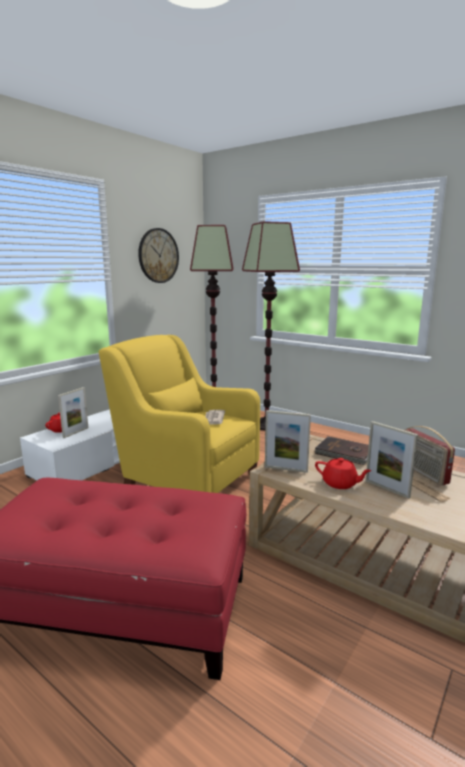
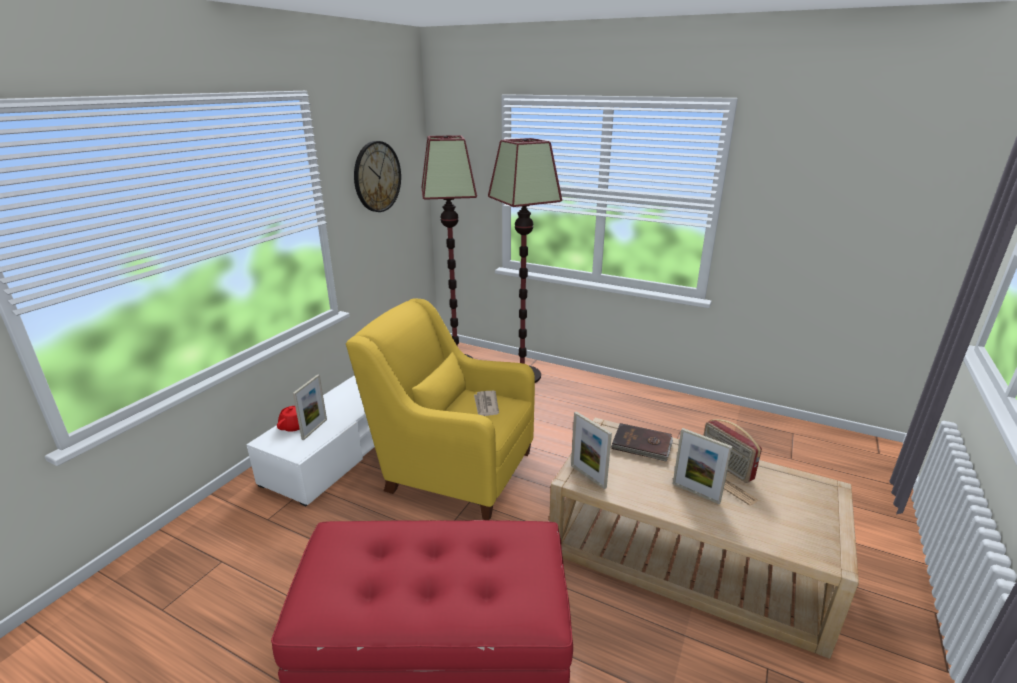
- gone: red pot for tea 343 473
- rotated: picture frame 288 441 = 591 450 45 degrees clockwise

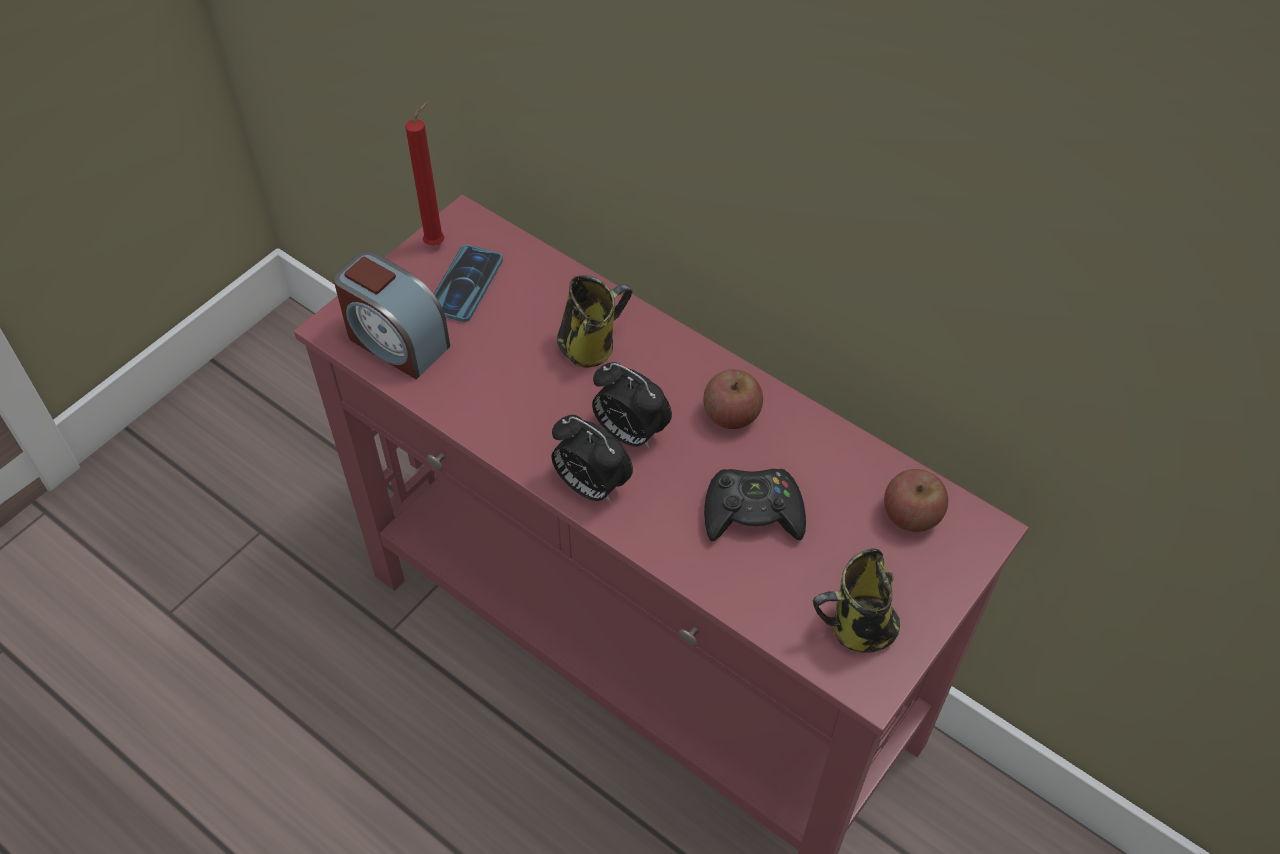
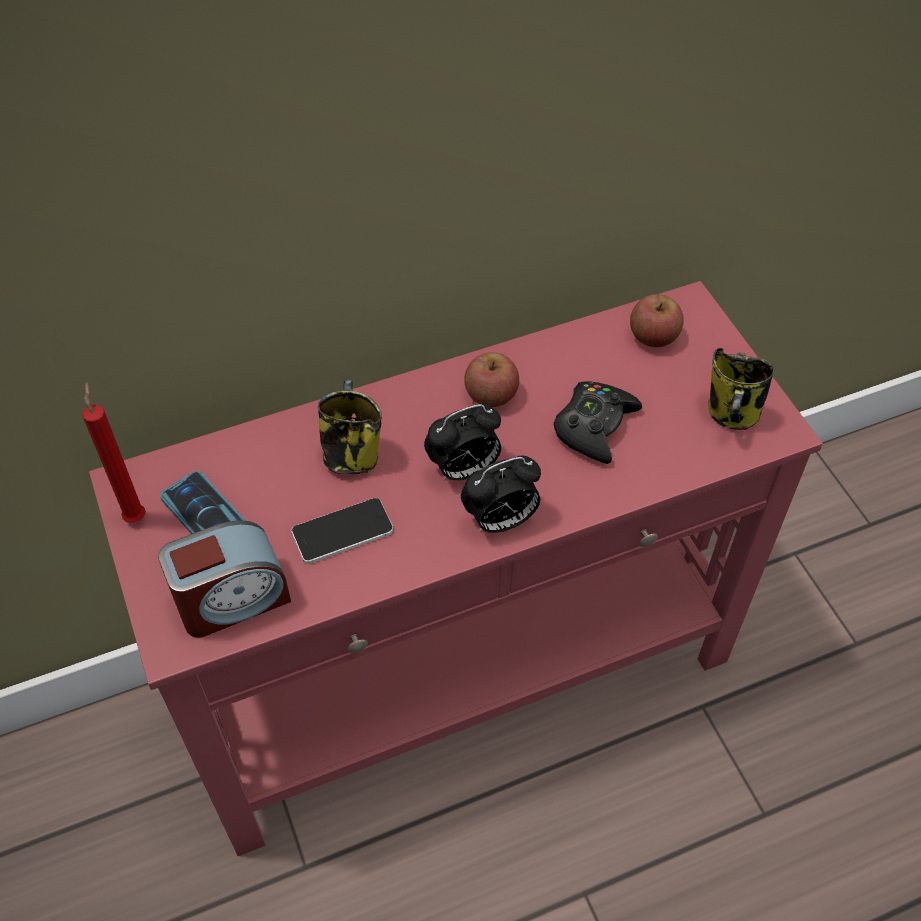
- new: phone 342 531

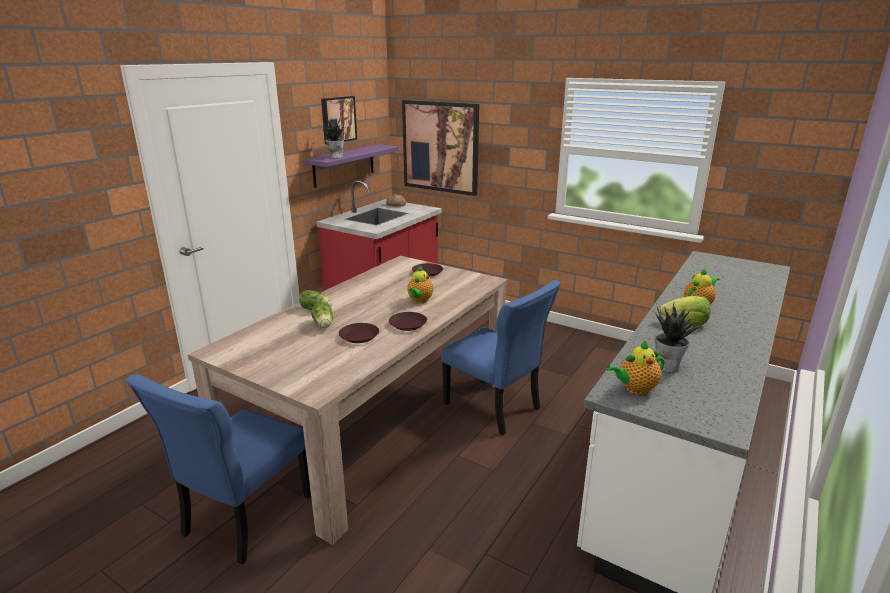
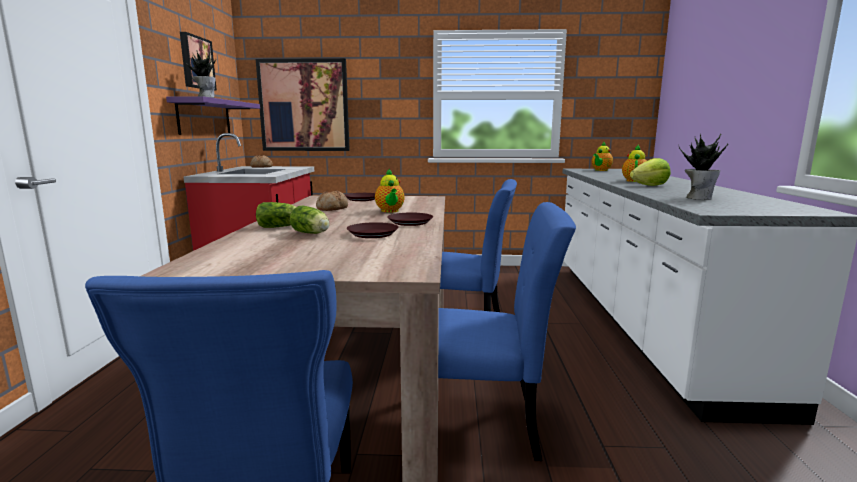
- new: bread 332 201
- new: blue upright chair 507 331
- shifted: pot for tea 635 368 to 602 156

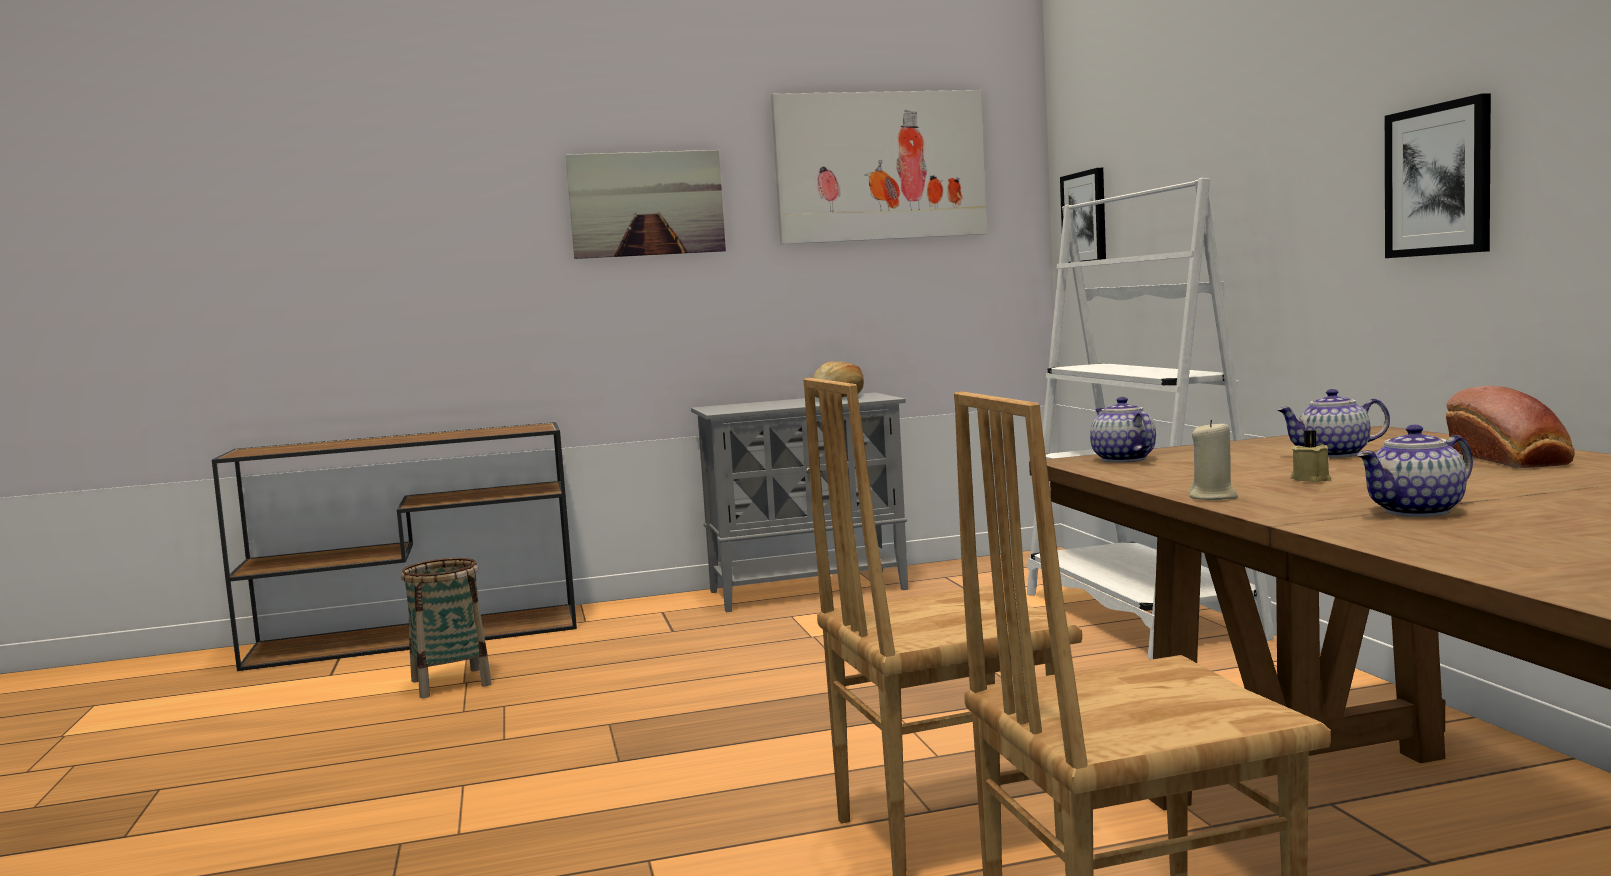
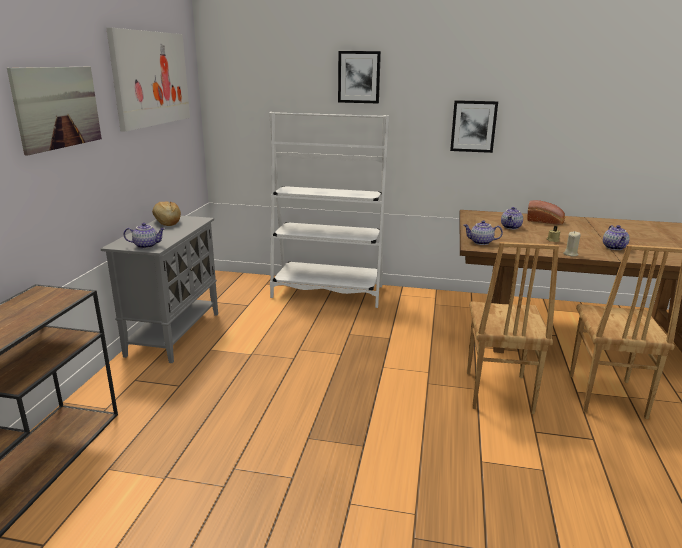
- gone: basket 446 628
- new: pot for tea 145 236
- shifted: picture 1083 215 to 359 77

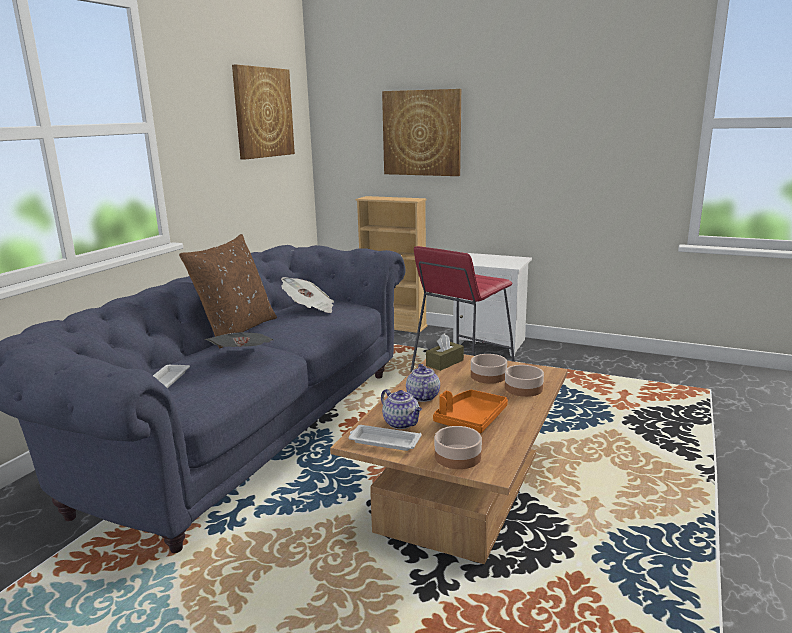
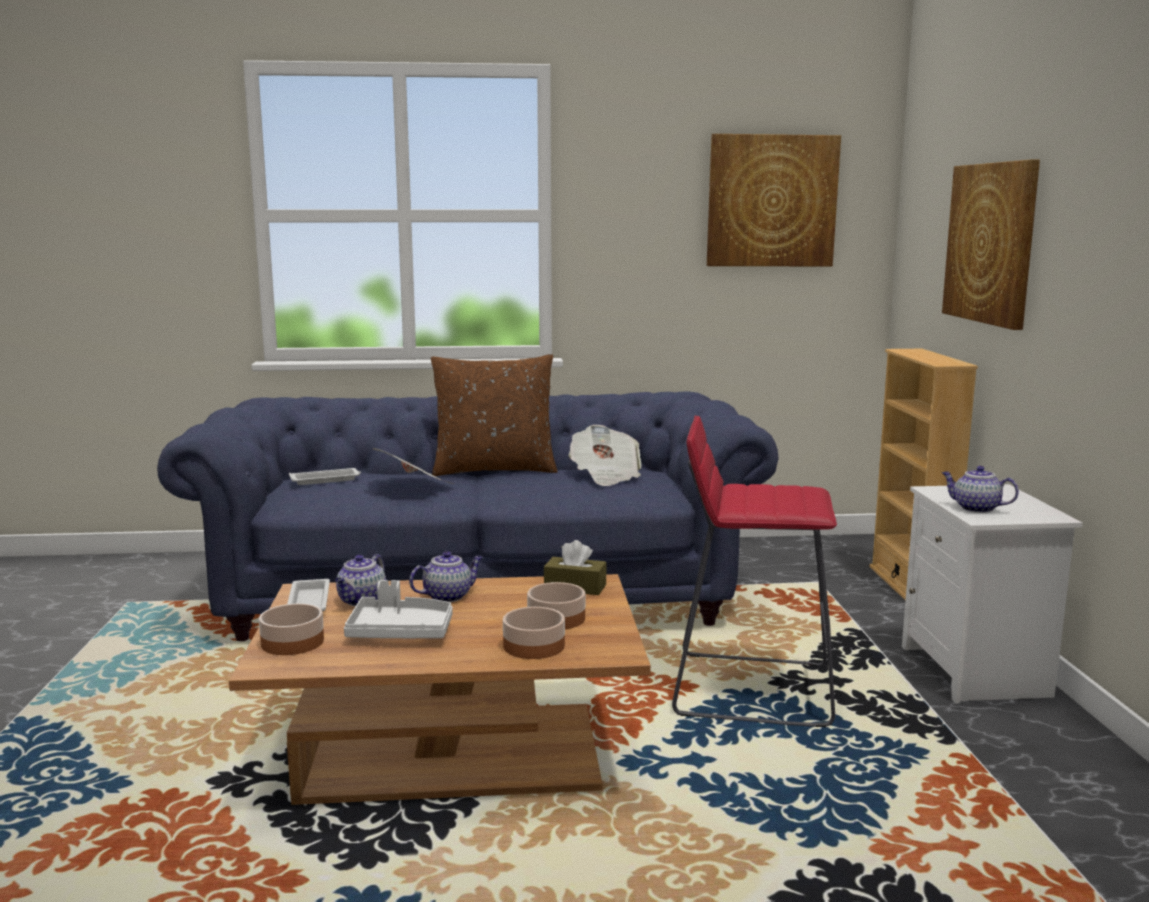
- new: pot for tea 980 489
- repainted: orange-coloured carrying tray 470 411 to white-coloured carrying tray 398 609

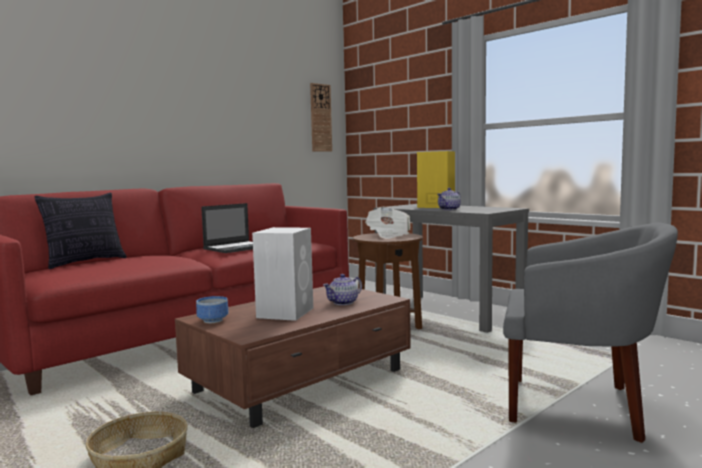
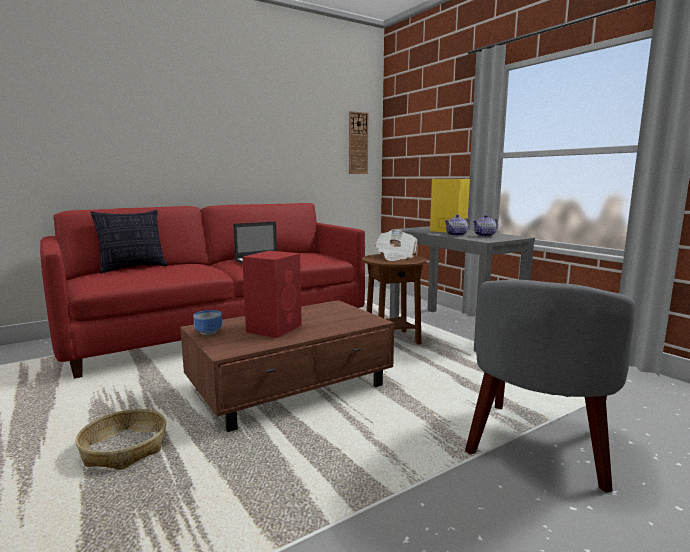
- shifted: pot for tea 342 289 to 485 226
- repainted: white-coloured speaker 282 274 to red speaker 272 294
- rotated: greyish easy chair 590 332 = 550 386 90 degrees clockwise

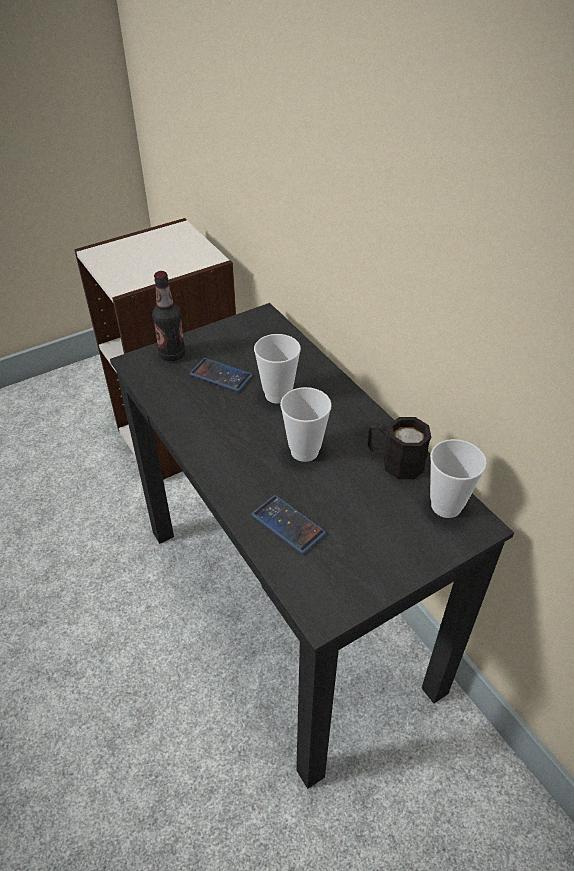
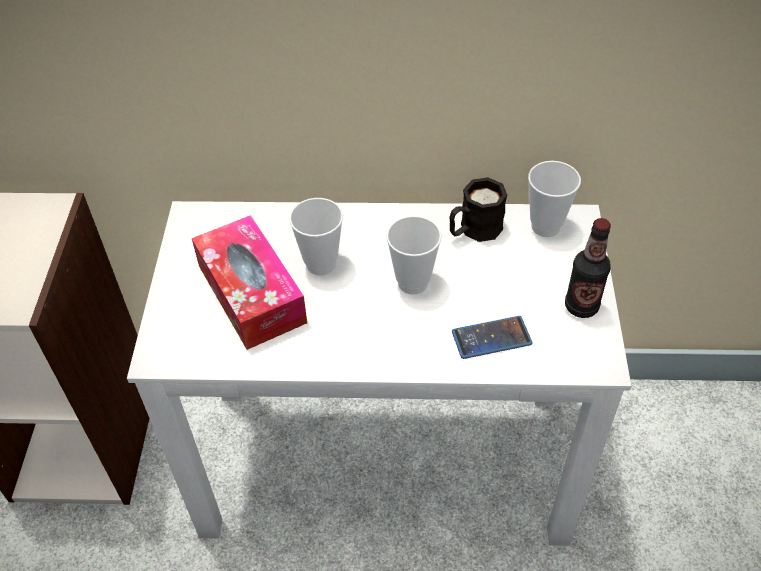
- shifted: beverage bottle 169 316 to 588 268
- swapped: phone 221 375 to tissue box 249 282
- repainted: black desk unit 312 546 to white-coloured desk unit 379 373

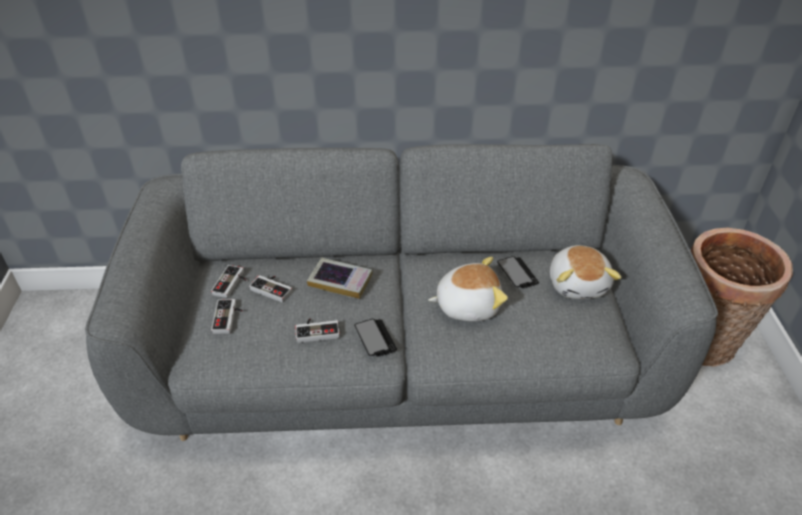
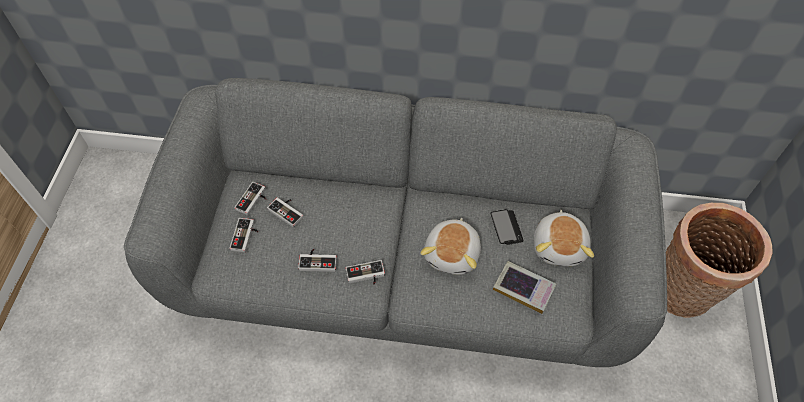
- shifted: volume 340 278 to 524 287
- swapped: phone 375 338 to joypad 365 272
- rotated: plush toy 468 289 = 450 246 105 degrees clockwise

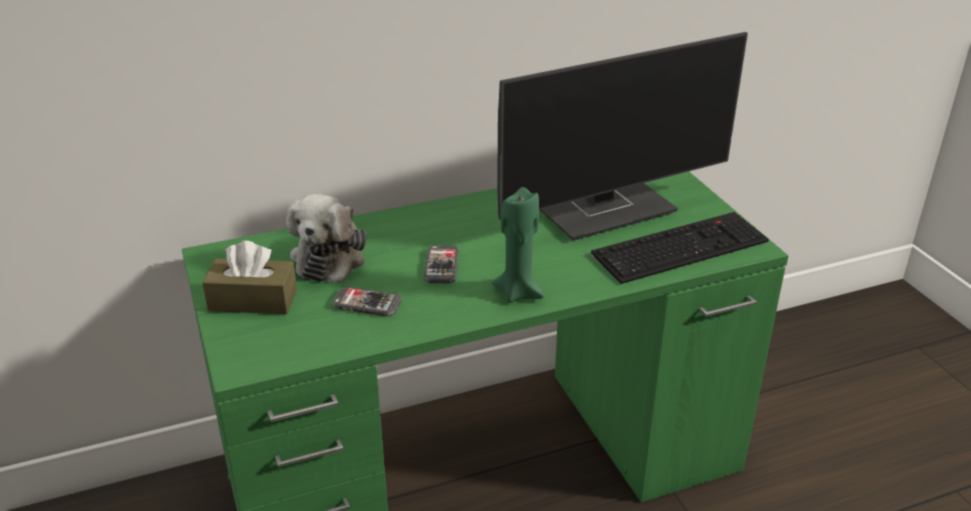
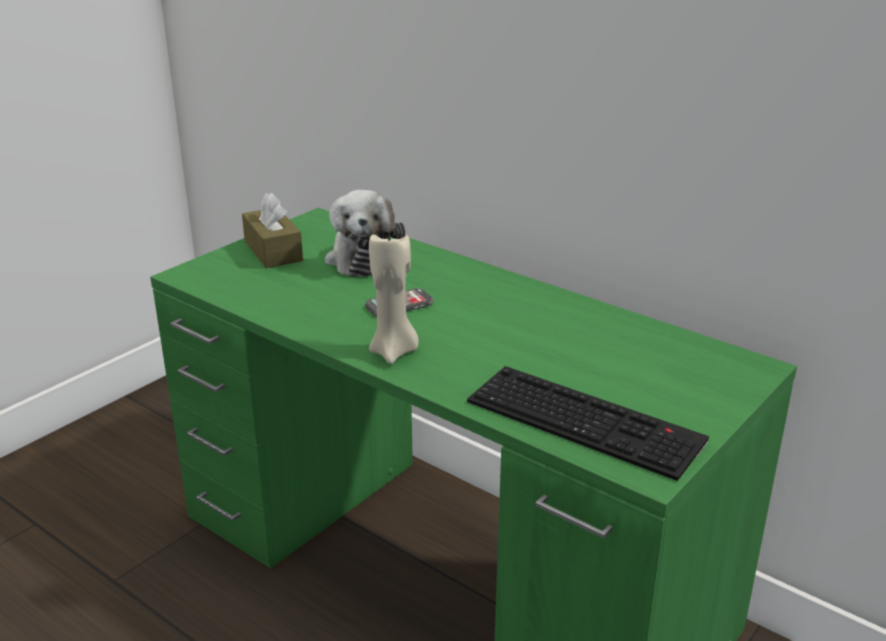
- gone: phone 367 302
- gone: computer screen 622 136
- repainted: green-coloured candle 518 245 to sand-coloured candle 394 298
- rotated: plush toy 326 238 = 365 233 75 degrees counterclockwise

